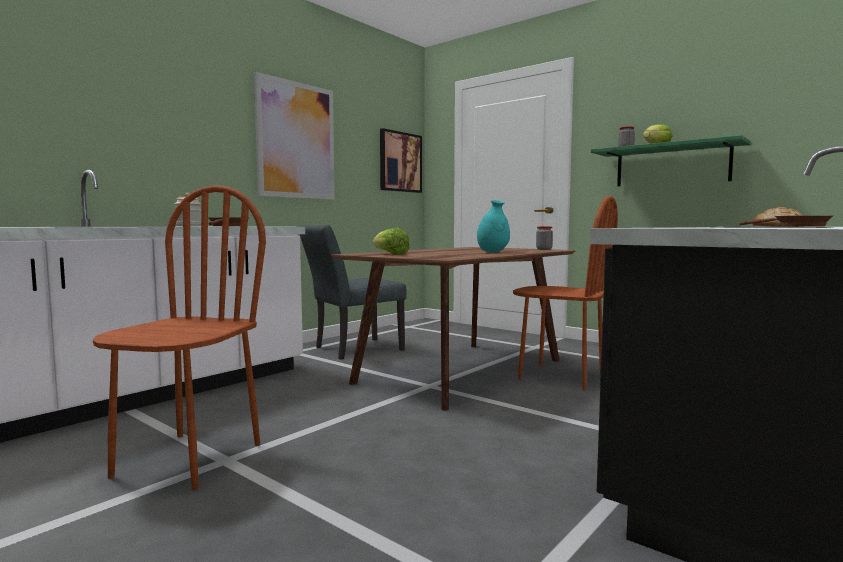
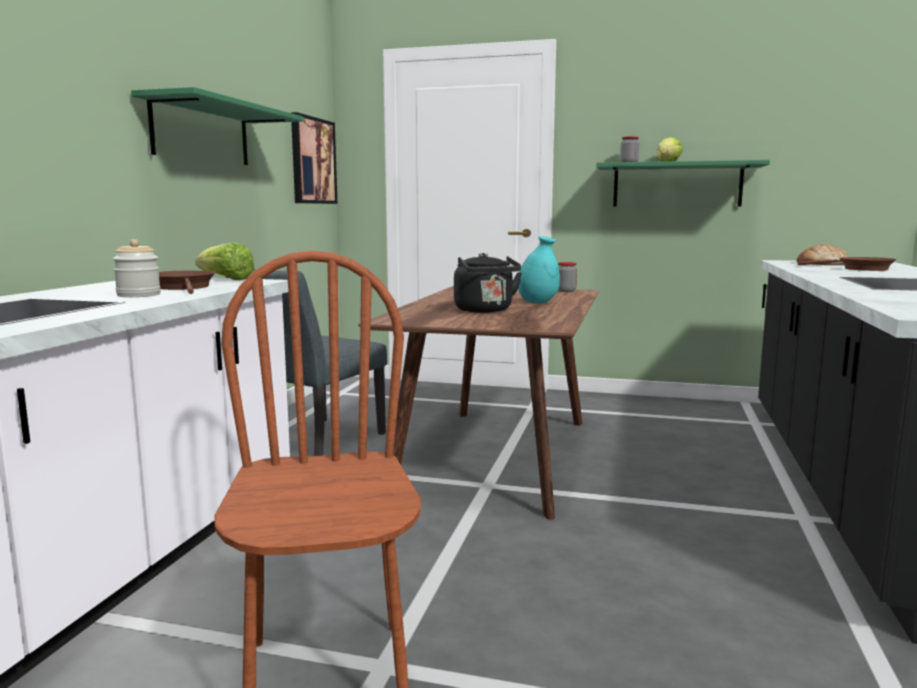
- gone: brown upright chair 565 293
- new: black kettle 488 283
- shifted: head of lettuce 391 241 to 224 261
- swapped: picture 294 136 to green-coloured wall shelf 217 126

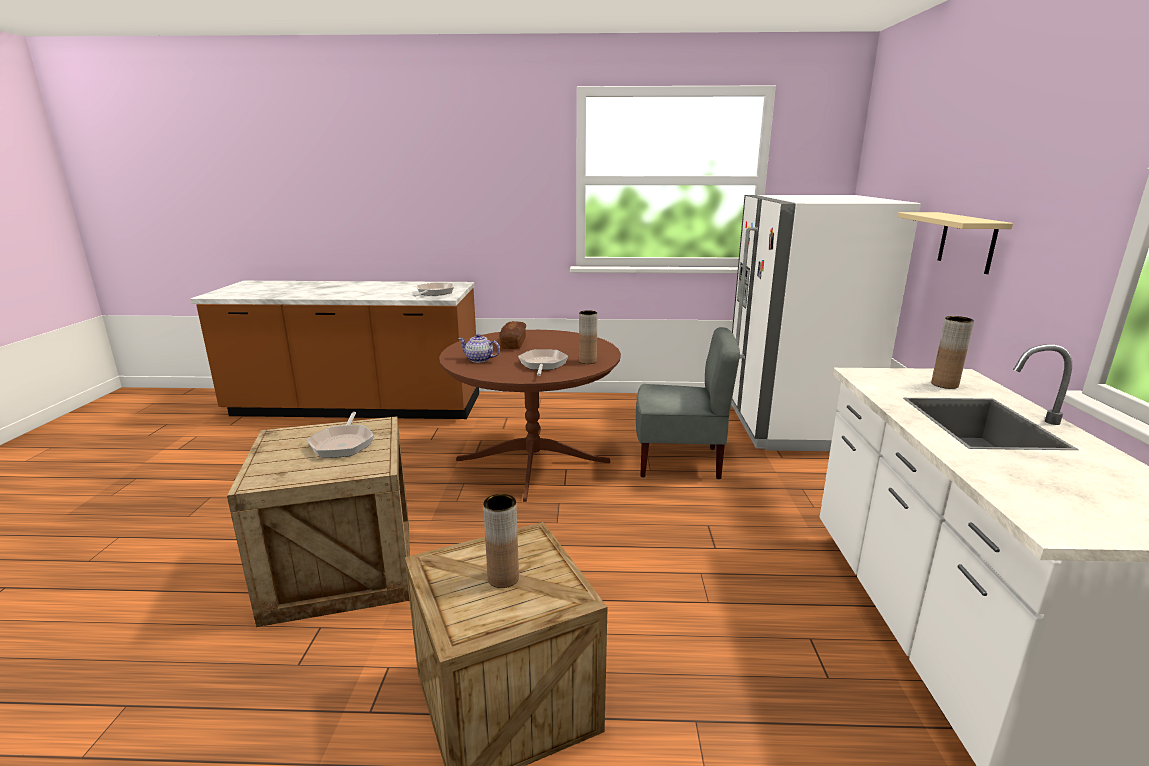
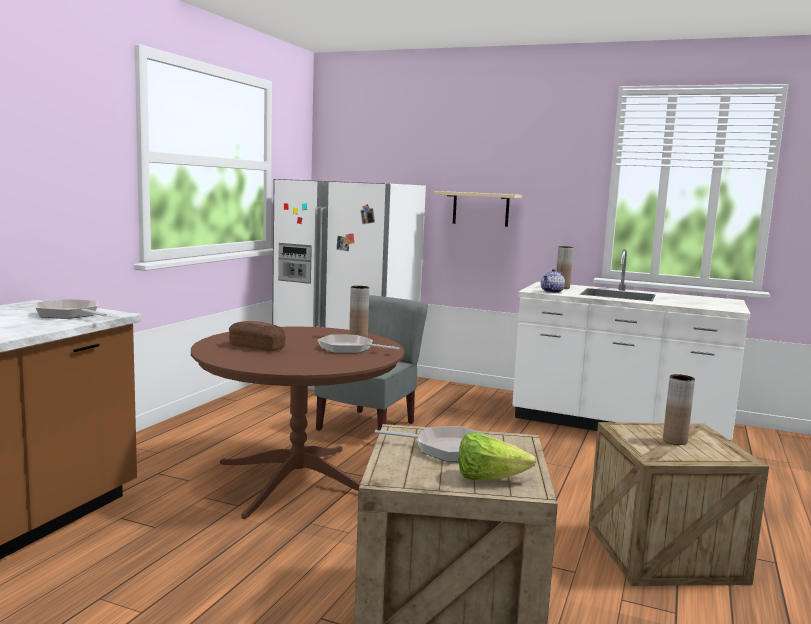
- new: head of lettuce 497 456
- shifted: pot for tea 479 348 to 553 281

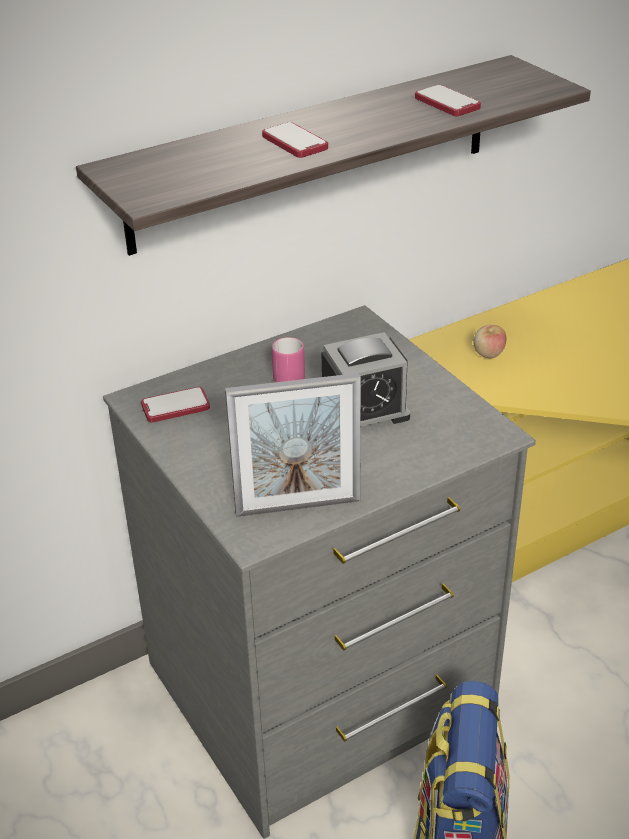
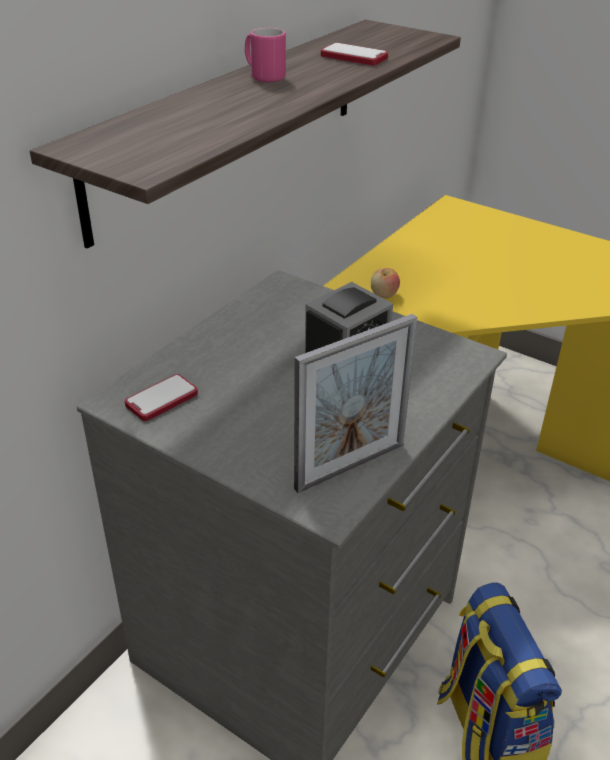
- gone: phone 295 140
- shifted: pink coffee mug 288 359 to 265 55

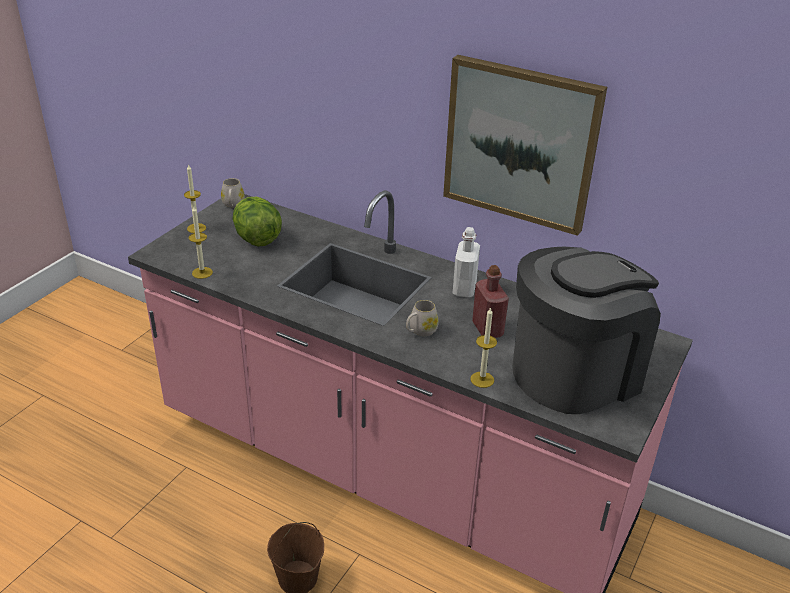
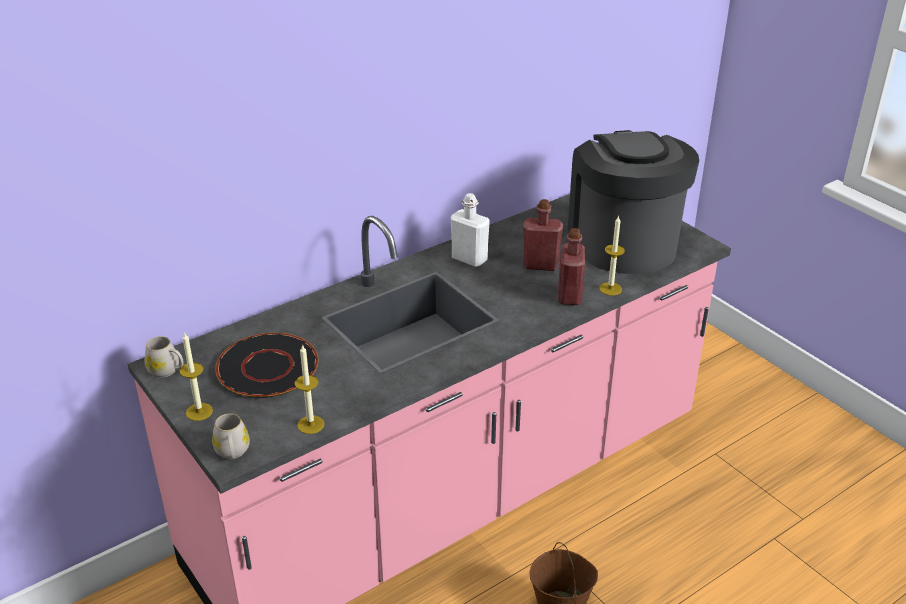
- gone: picture 525 145
- new: red beverage bottle 571 266
- shifted: white-coloured coffee mug 422 318 to 231 436
- swapped: head of lettuce 257 222 to black plate 266 365

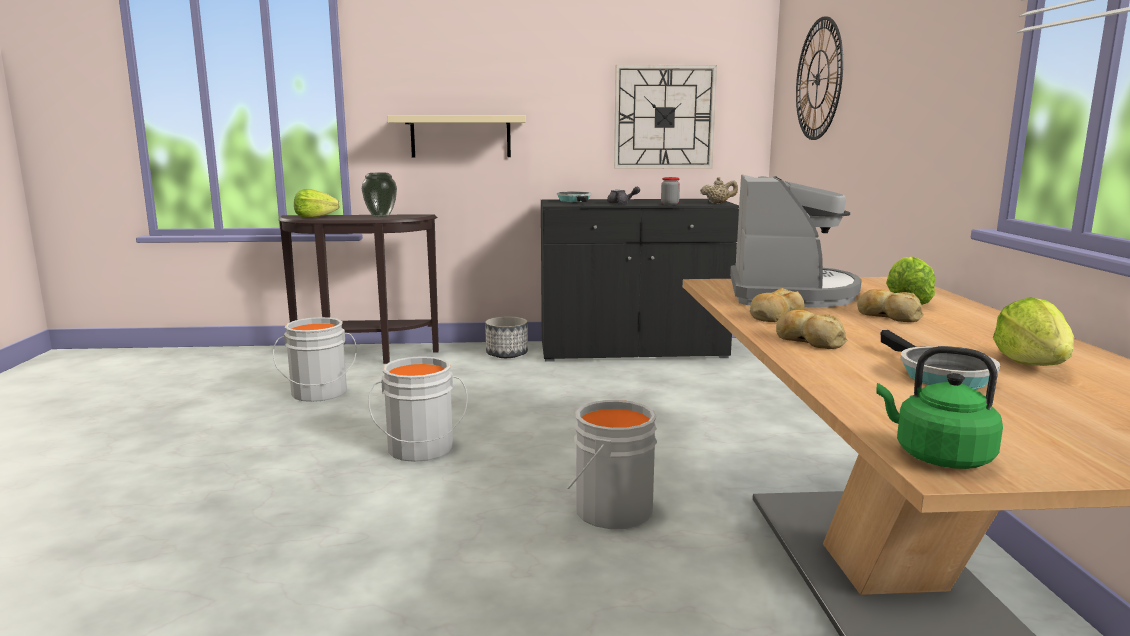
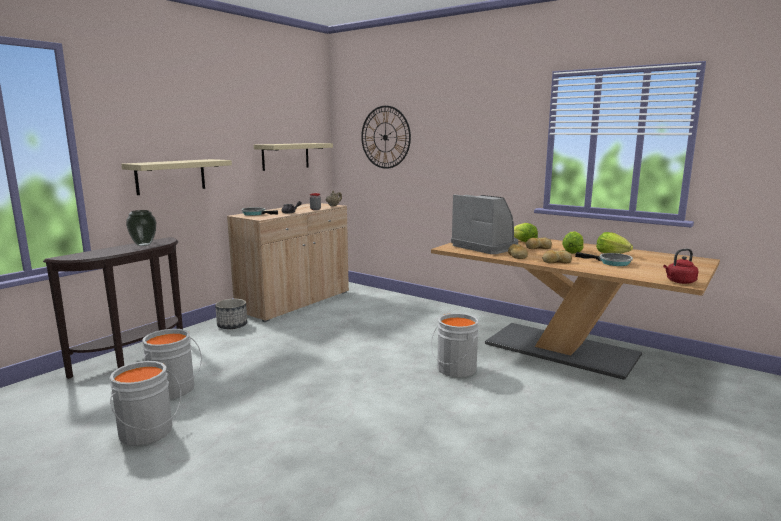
- shifted: head of lettuce 317 203 to 573 242
- shifted: greyish water bucket 418 409 to 145 403
- swapped: wall clock 665 117 to sand-coloured wall shelf 293 157
- repainted: black cupboard 640 280 to sand-coloured cupboard 288 262
- repainted: green-coloured kettle 939 407 to red kettle 680 266

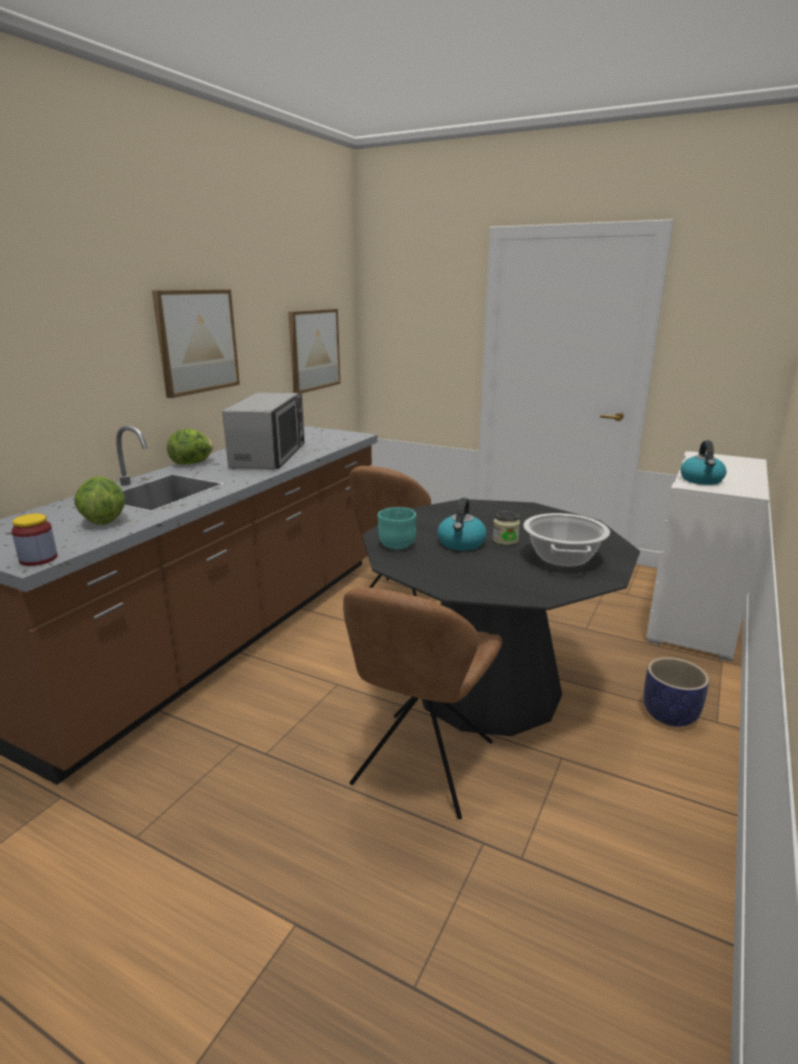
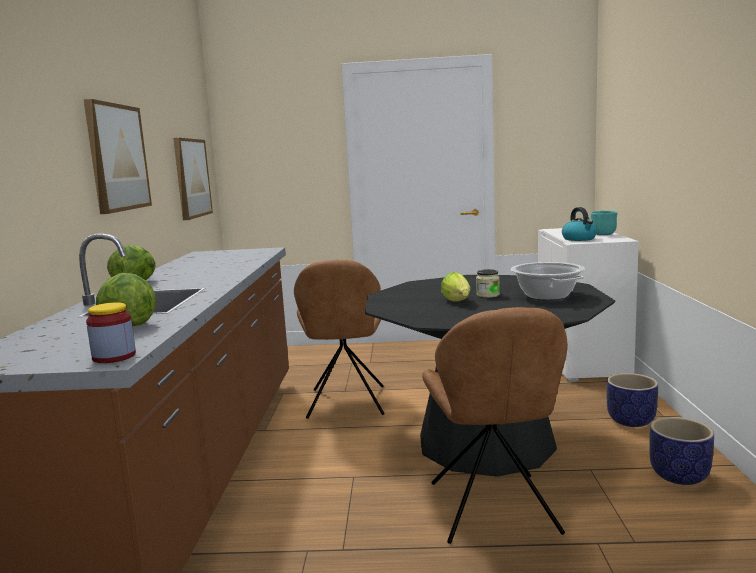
- gone: microwave oven 263 431
- new: flower pot 681 451
- shifted: blue-green deep dish 396 528 to 604 223
- swapped: kettle 462 524 to head of lettuce 455 287

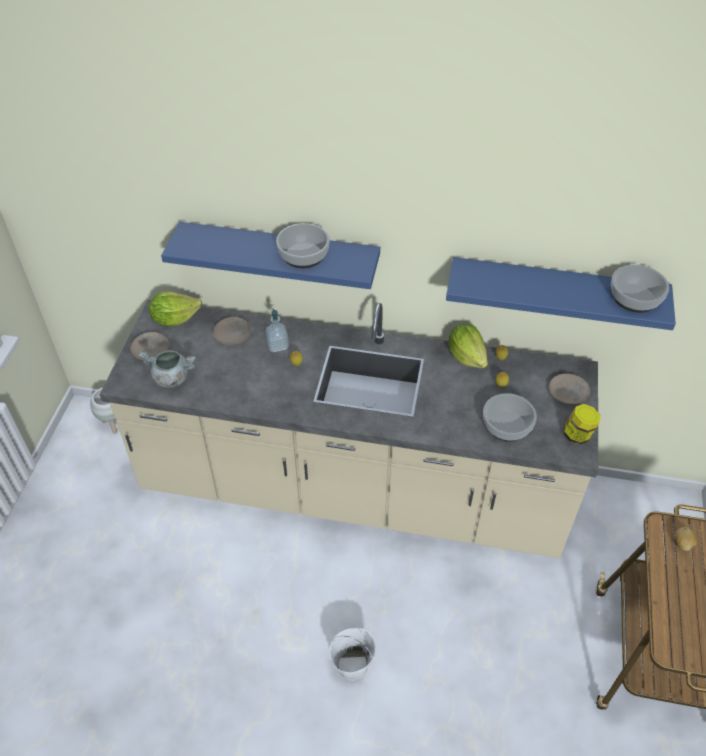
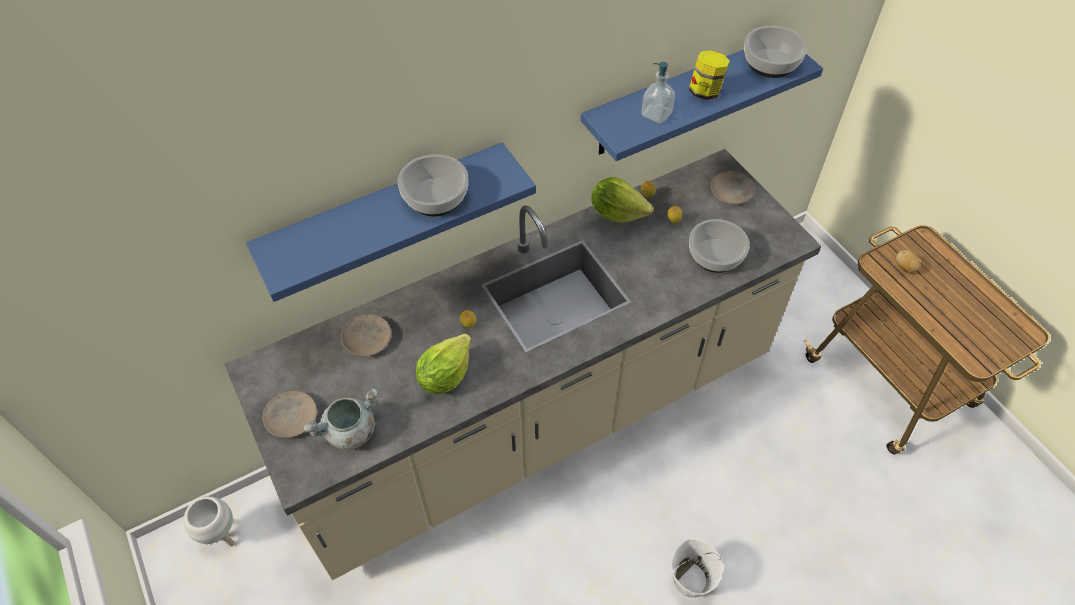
- shifted: head of lettuce 175 309 to 443 364
- shifted: soap dispenser 277 330 to 658 92
- shifted: jar 581 424 to 709 75

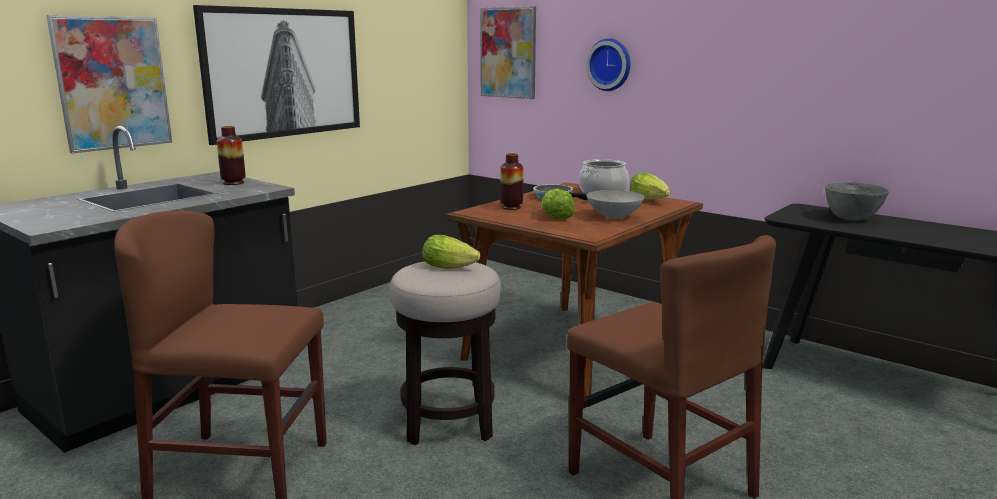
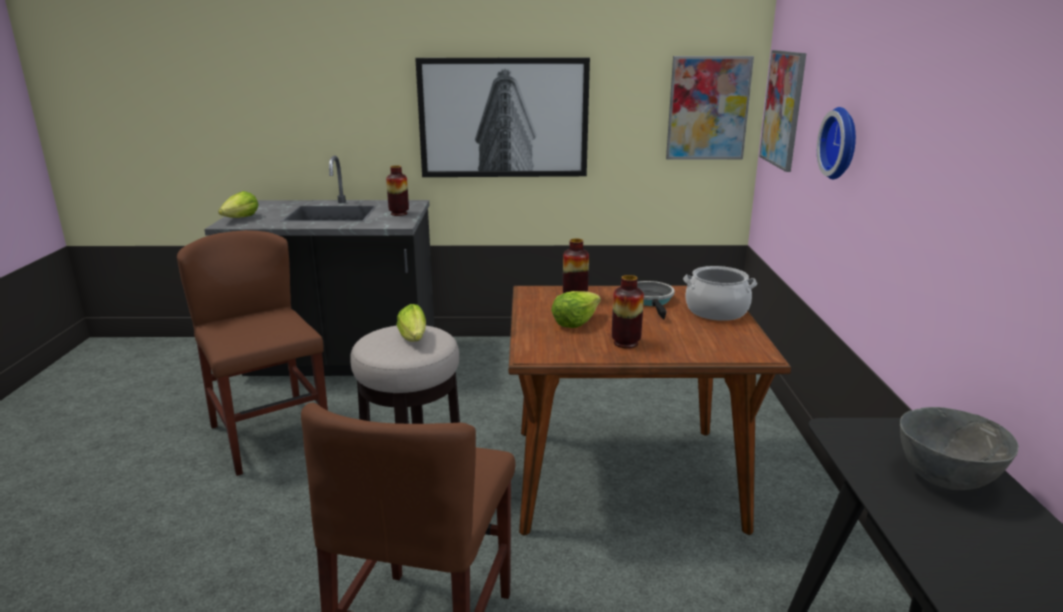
- shifted: picture 109 84 to 710 107
- shifted: head of lettuce 650 186 to 238 204
- swapped: greyish deep dish 615 204 to vase 628 311

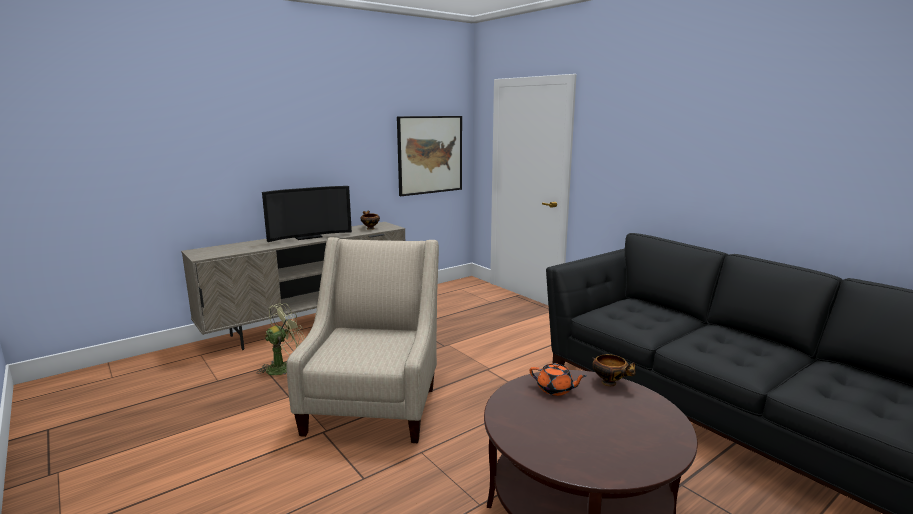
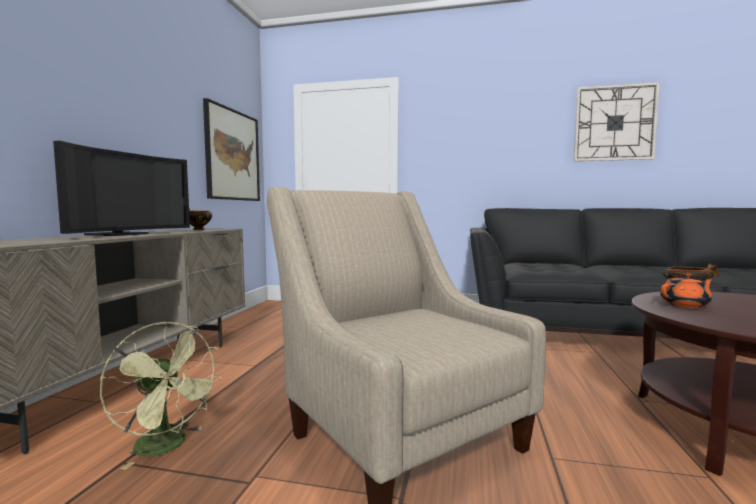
- new: wall clock 617 121
- rotated: green-coloured electric fan 282 339 = 160 396 120 degrees clockwise

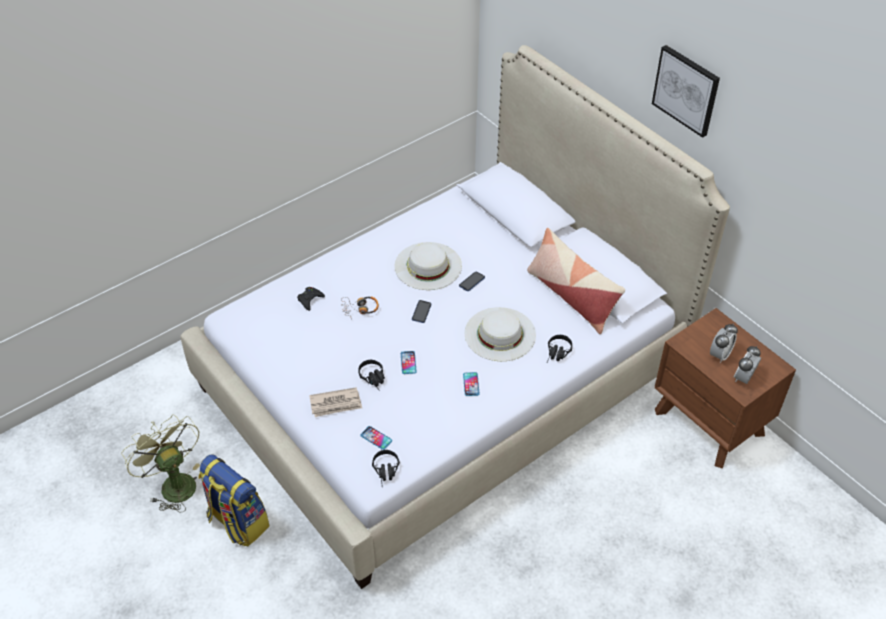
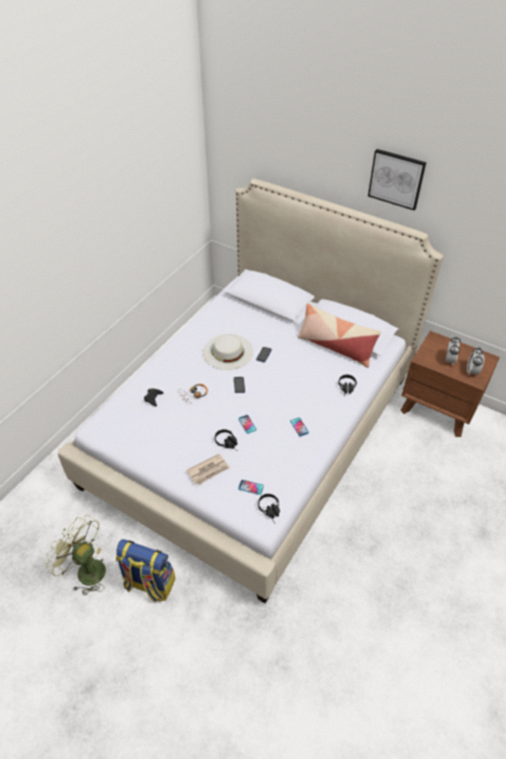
- gone: white-coloured wearable hat 500 334

